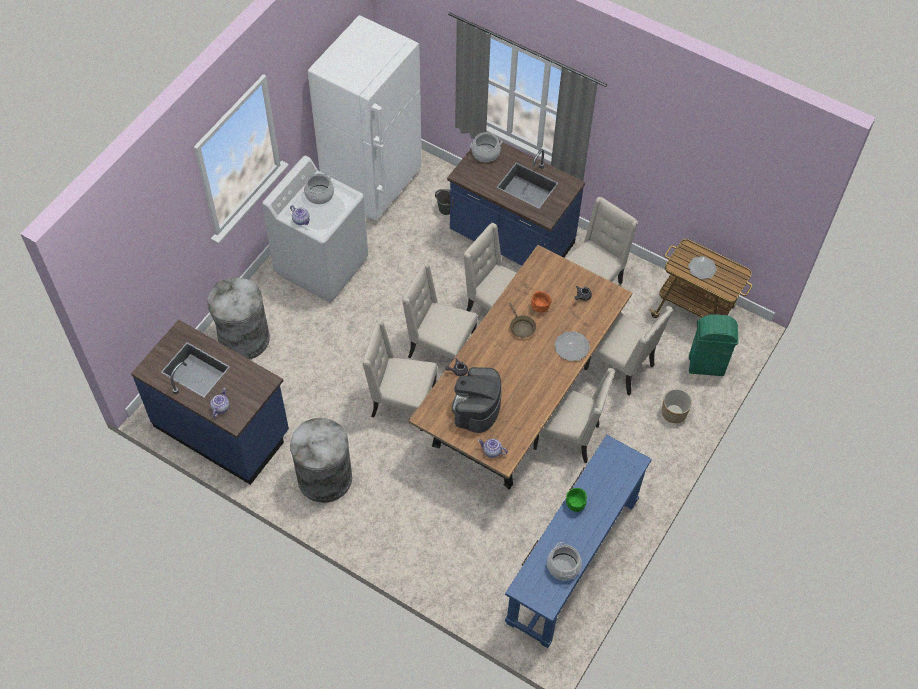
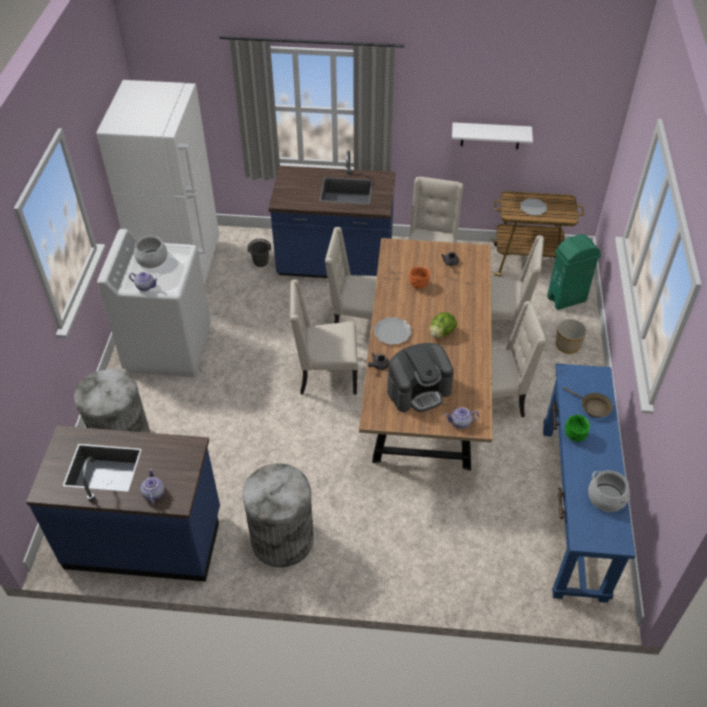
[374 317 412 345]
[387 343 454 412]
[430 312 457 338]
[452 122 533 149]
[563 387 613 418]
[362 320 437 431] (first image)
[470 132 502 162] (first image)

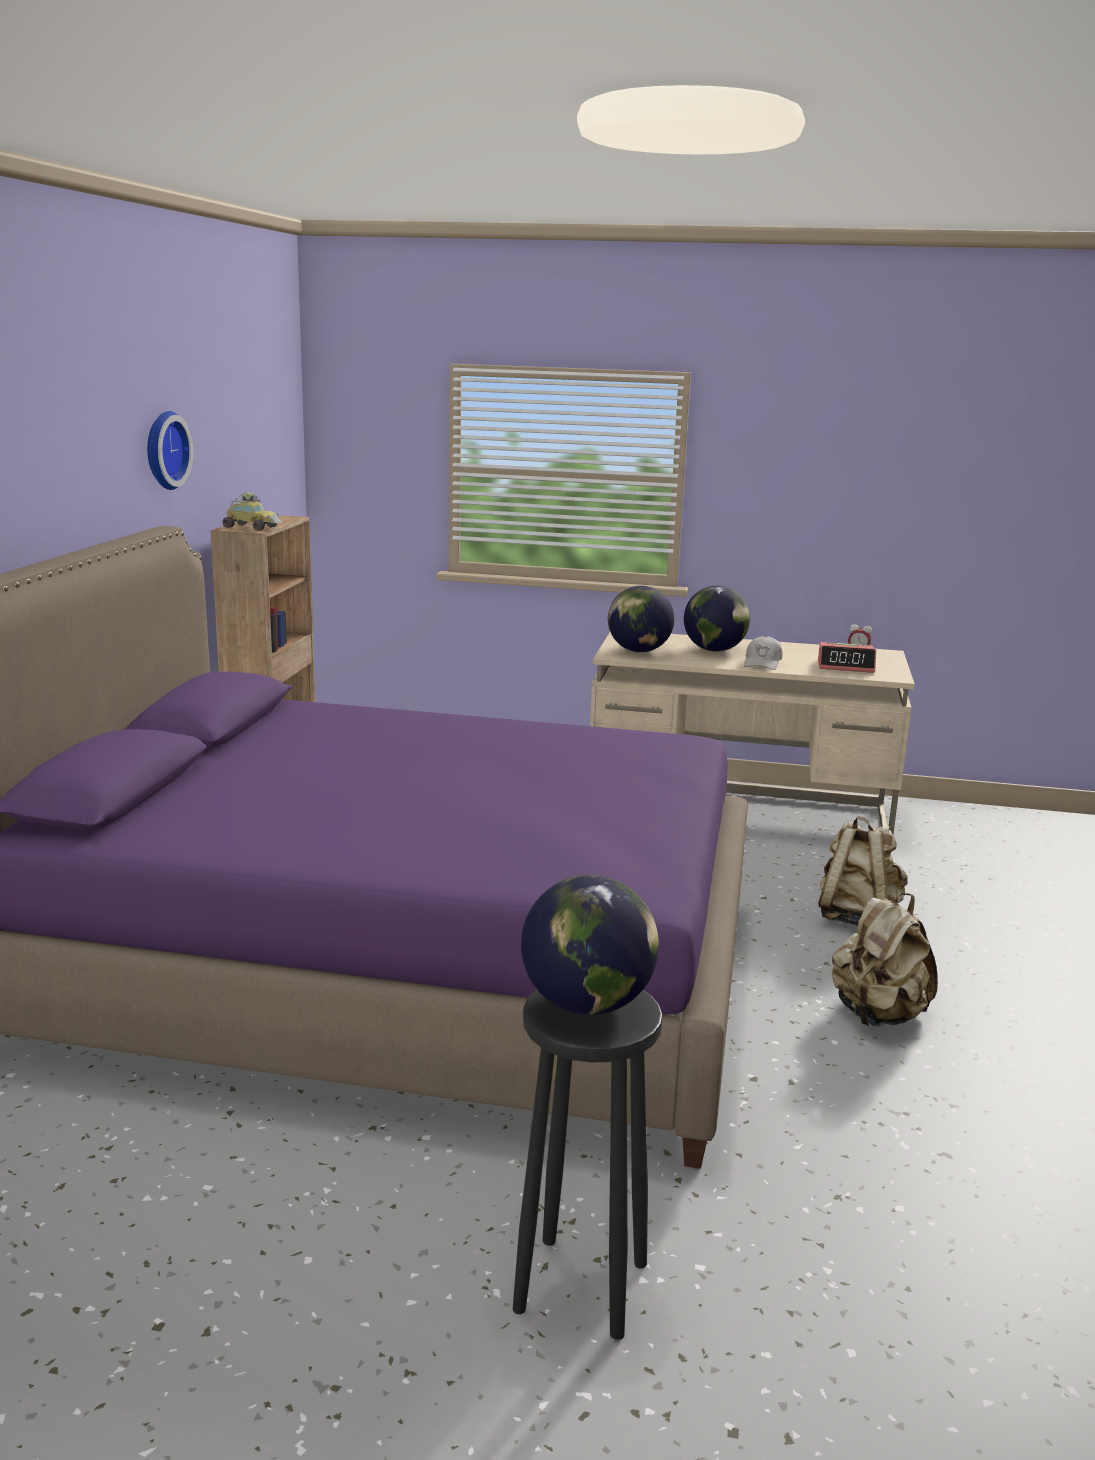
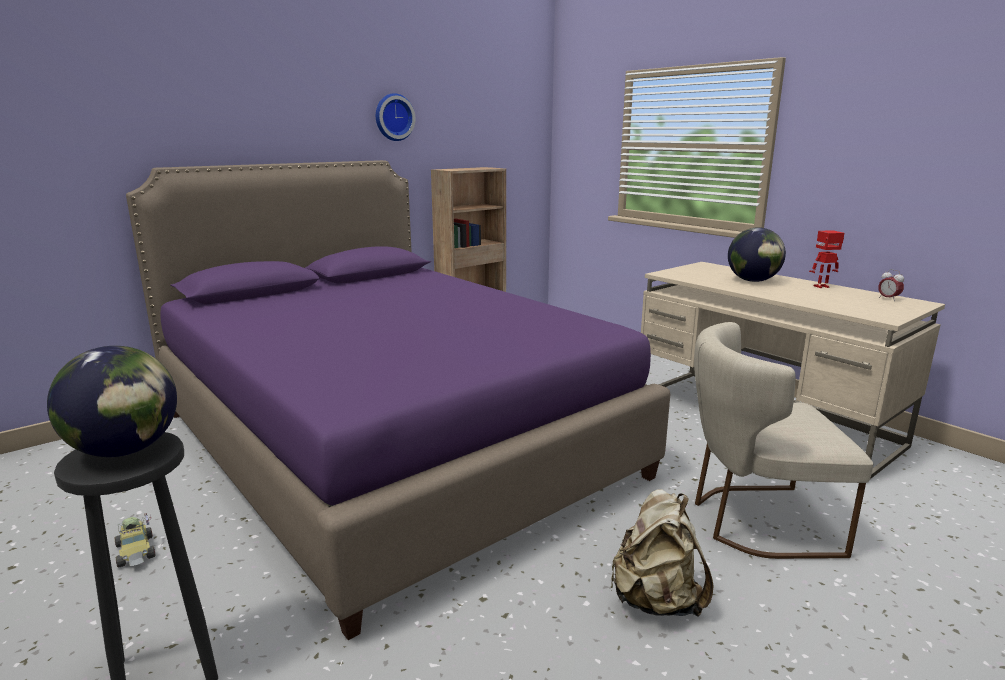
[115 513 156 568]
[694 322 873 559]
[809 230 844 288]
[608 586 674 652] (first image)
[744 636 783 670] (first image)
[818 642 876 673] (first image)

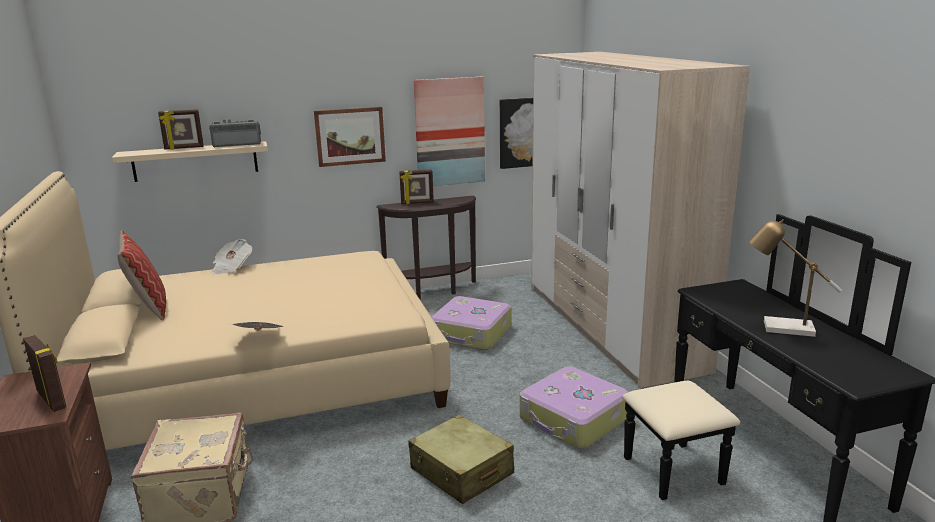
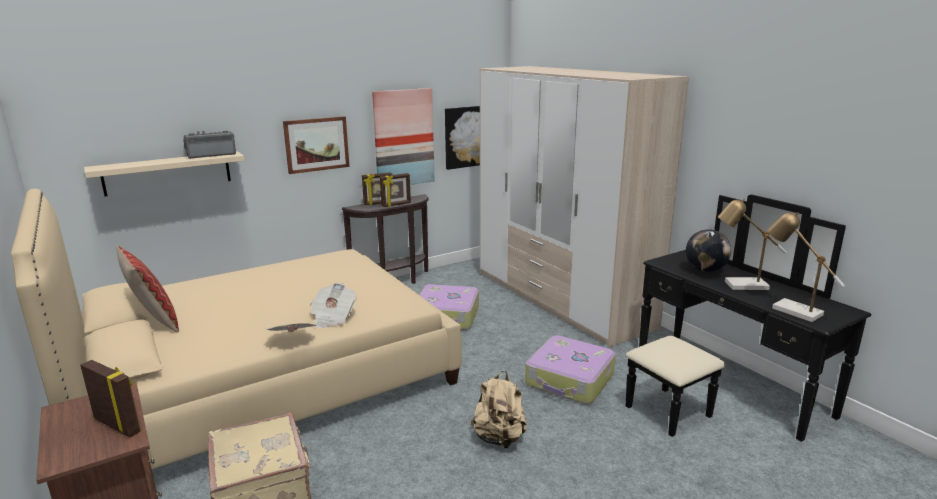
[310 283 357 328]
[380 173 411 207]
[471 371 527 449]
[686 229 731 272]
[768 213 845 322]

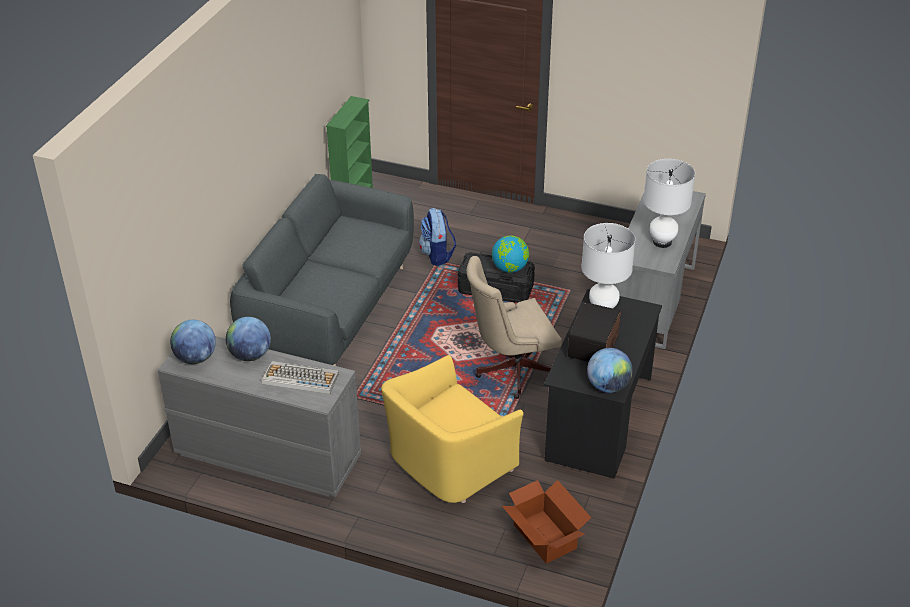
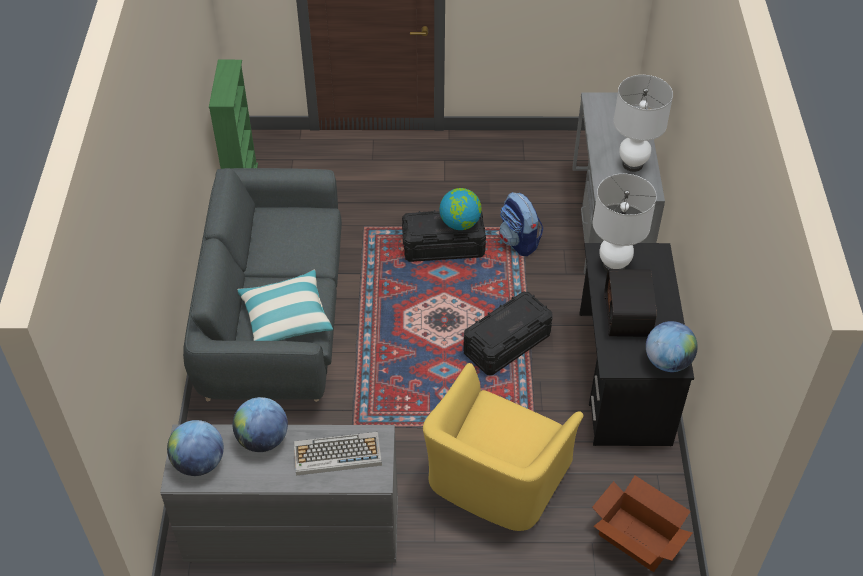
[238 269 333 341]
[463 292 553 375]
[499 192 543 256]

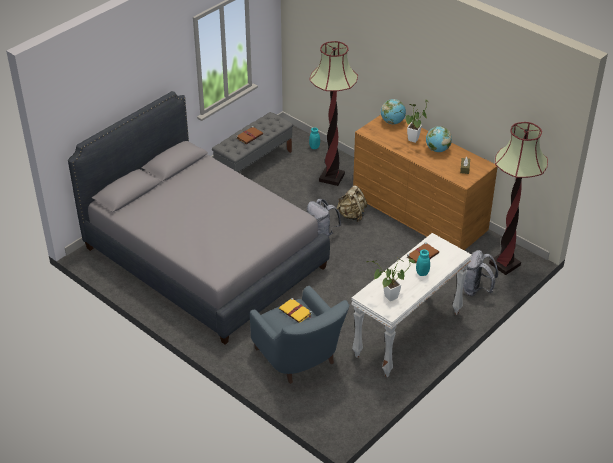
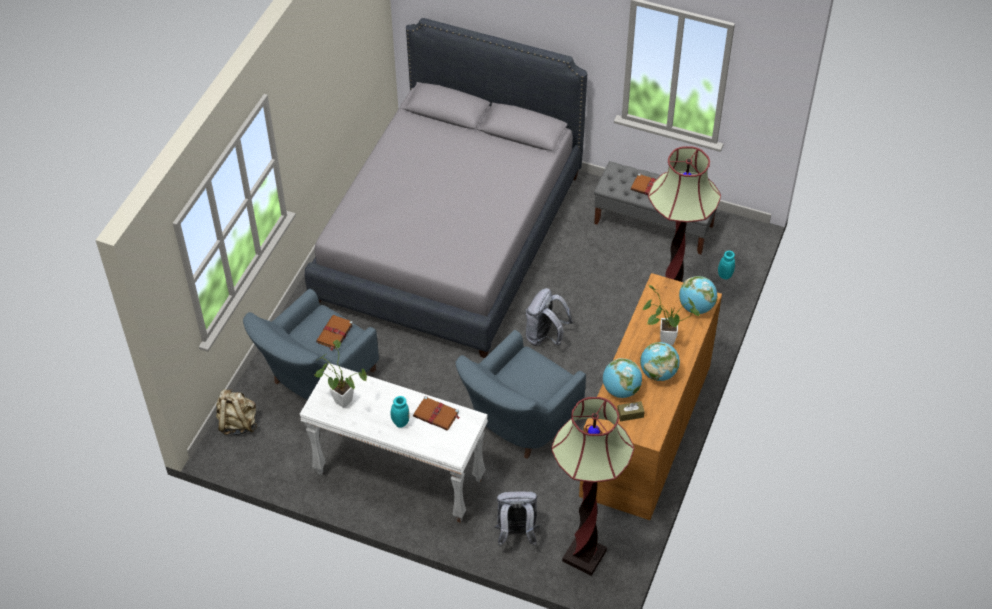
[216 389 257 435]
[316 315 353 351]
[456 330 586 459]
[603 358 642 398]

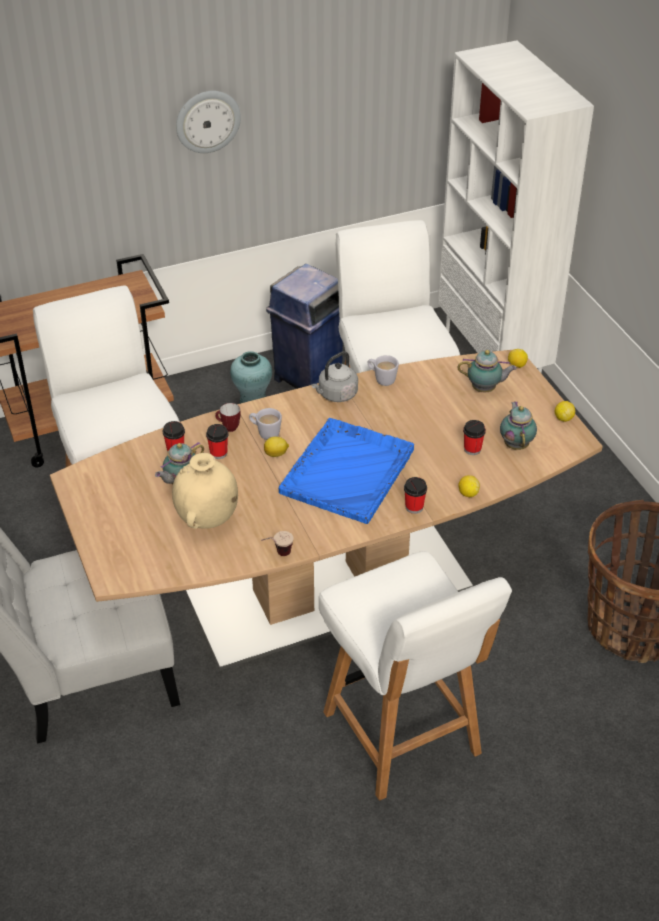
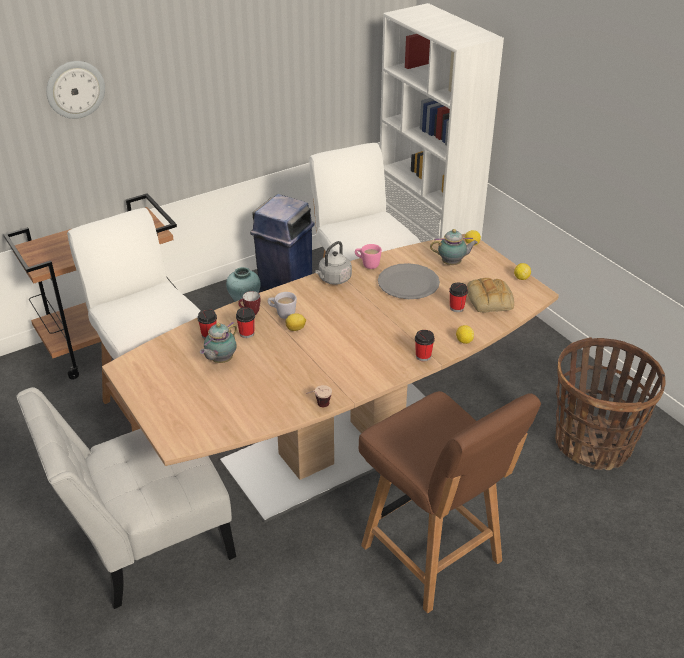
[46 61 105 119]
[355 244 382 269]
[359 391 541 613]
[378 263 440 299]
[467 278 514 312]
[172 453 238 529] (first image)
[279 418 414 524] (first image)

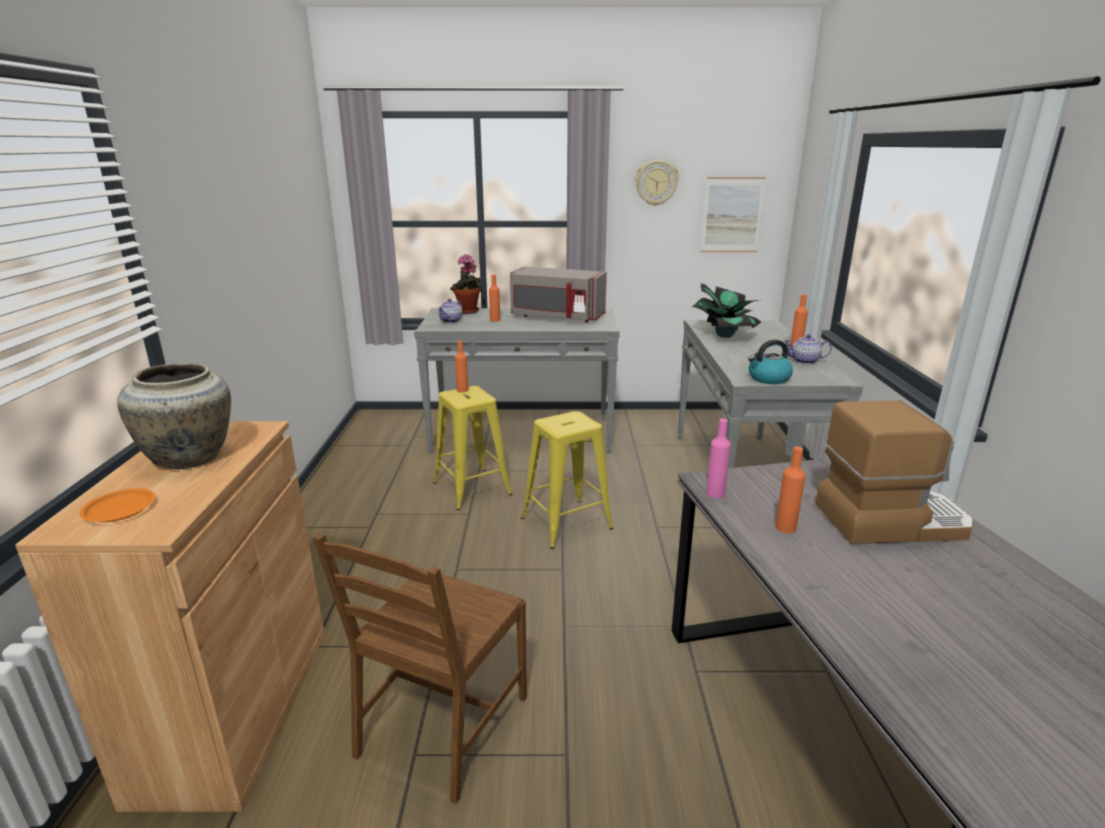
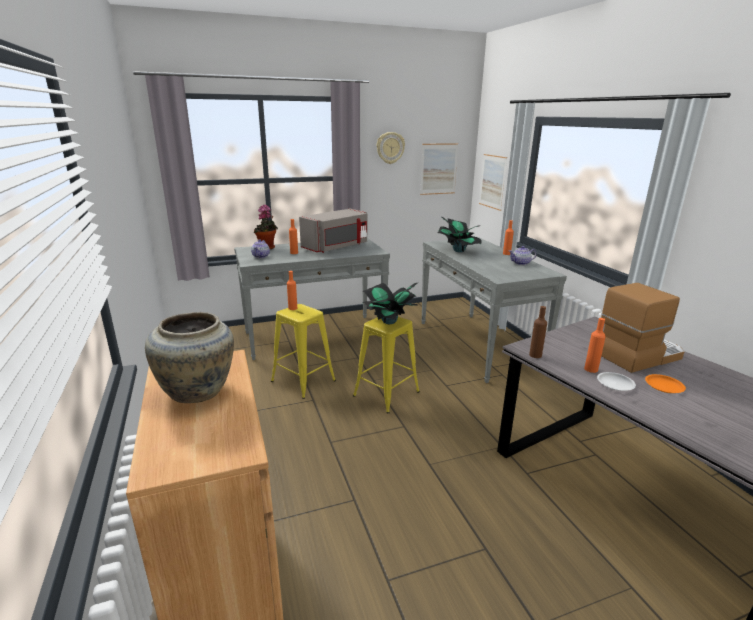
[299 209 367 253]
[362 283 417 324]
[479 154 507 211]
[529 306 547 358]
[597 372 636 391]
[645 374 686 393]
[313 533 527 804] (first image)
[748 340 793 384] (first image)

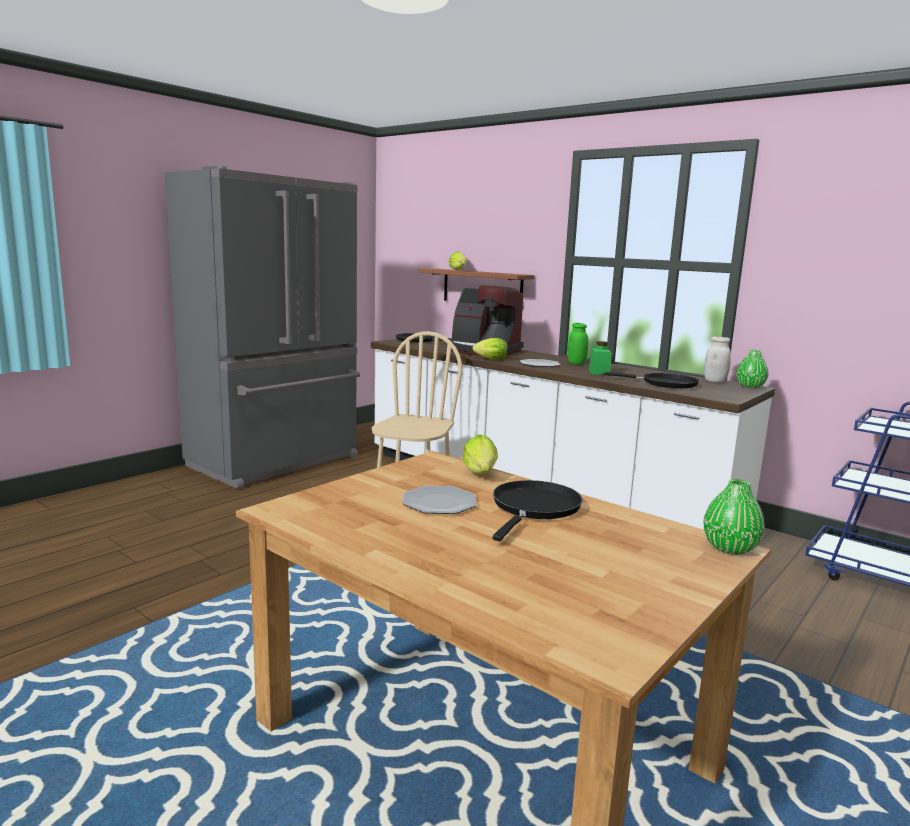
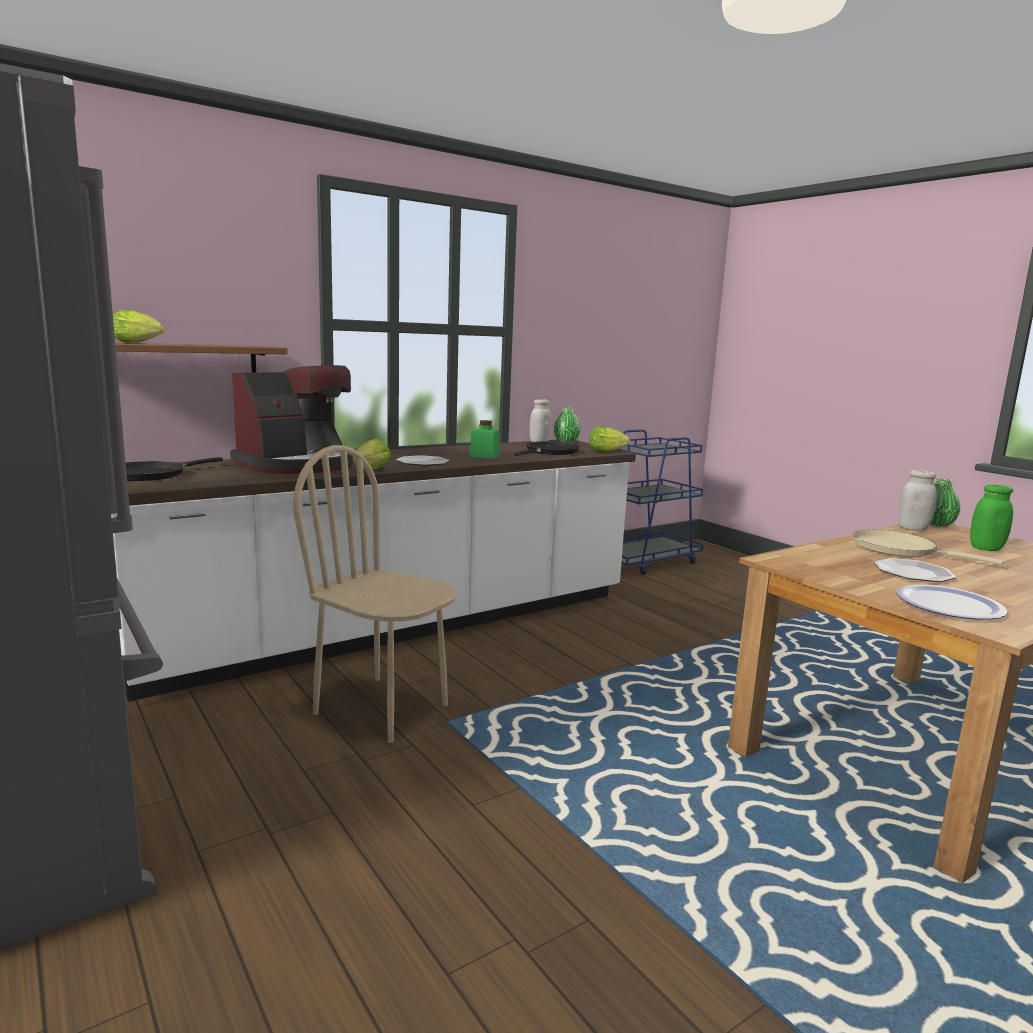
[589 427 630 452]
[853 530 1004 565]
[896 584 1008 620]
[898 470 936 531]
[970 485 1013 551]

